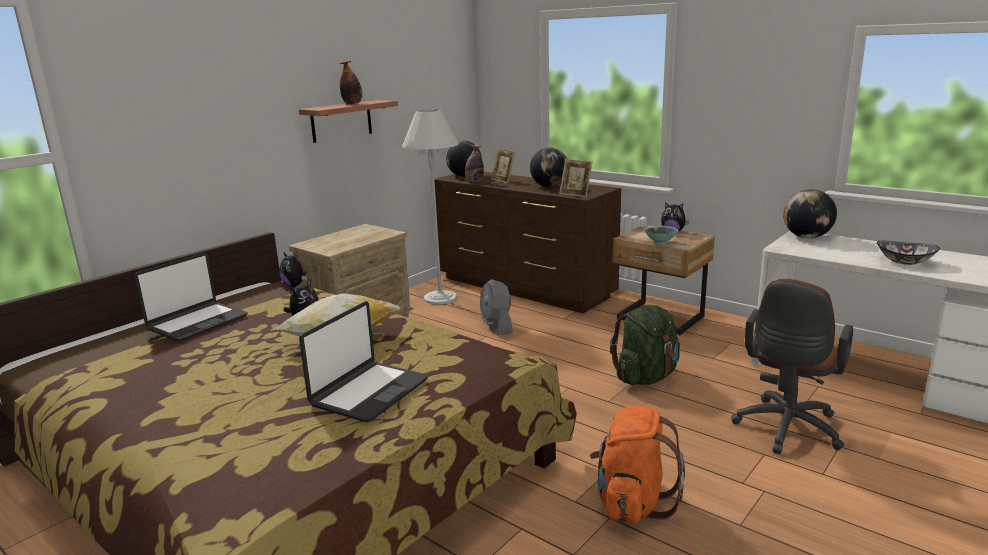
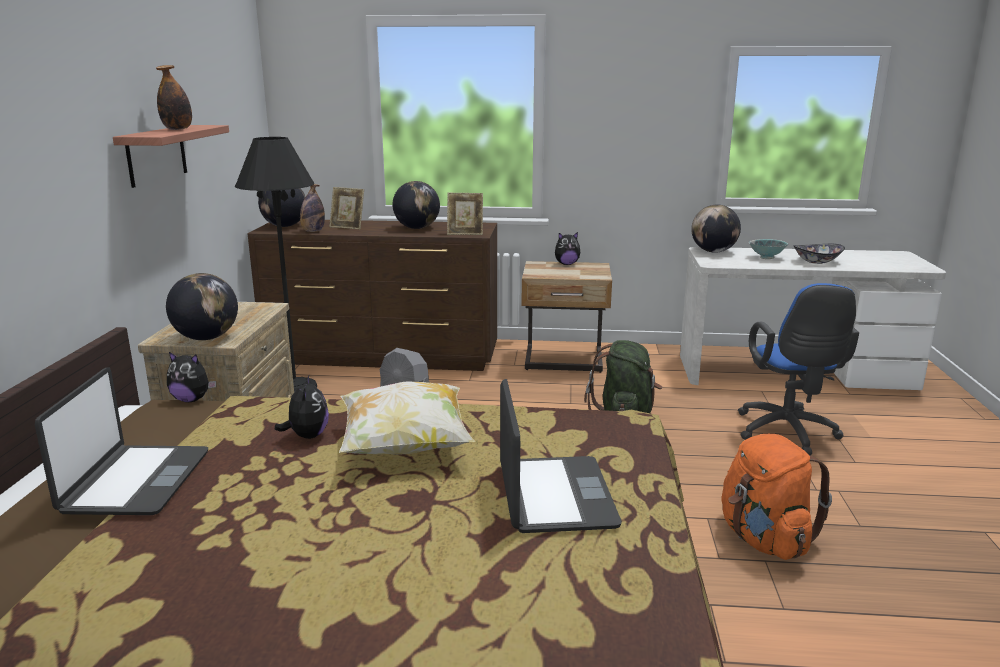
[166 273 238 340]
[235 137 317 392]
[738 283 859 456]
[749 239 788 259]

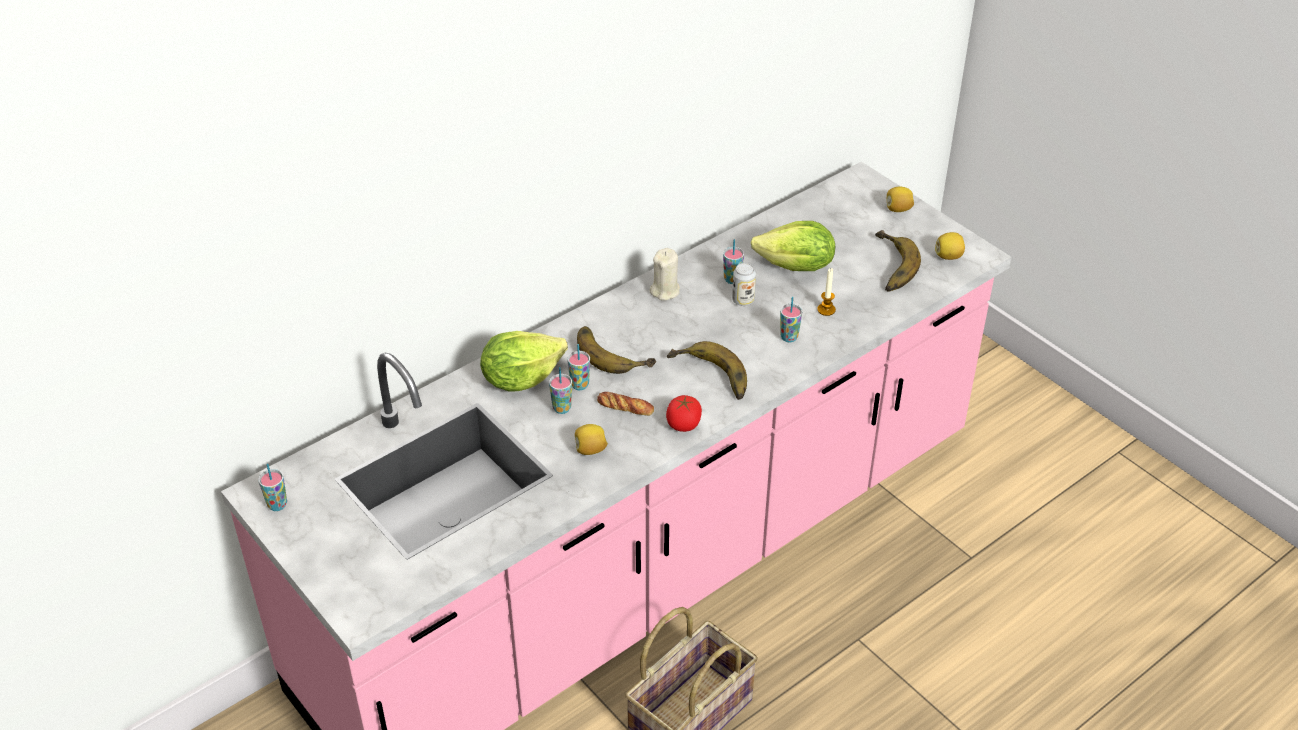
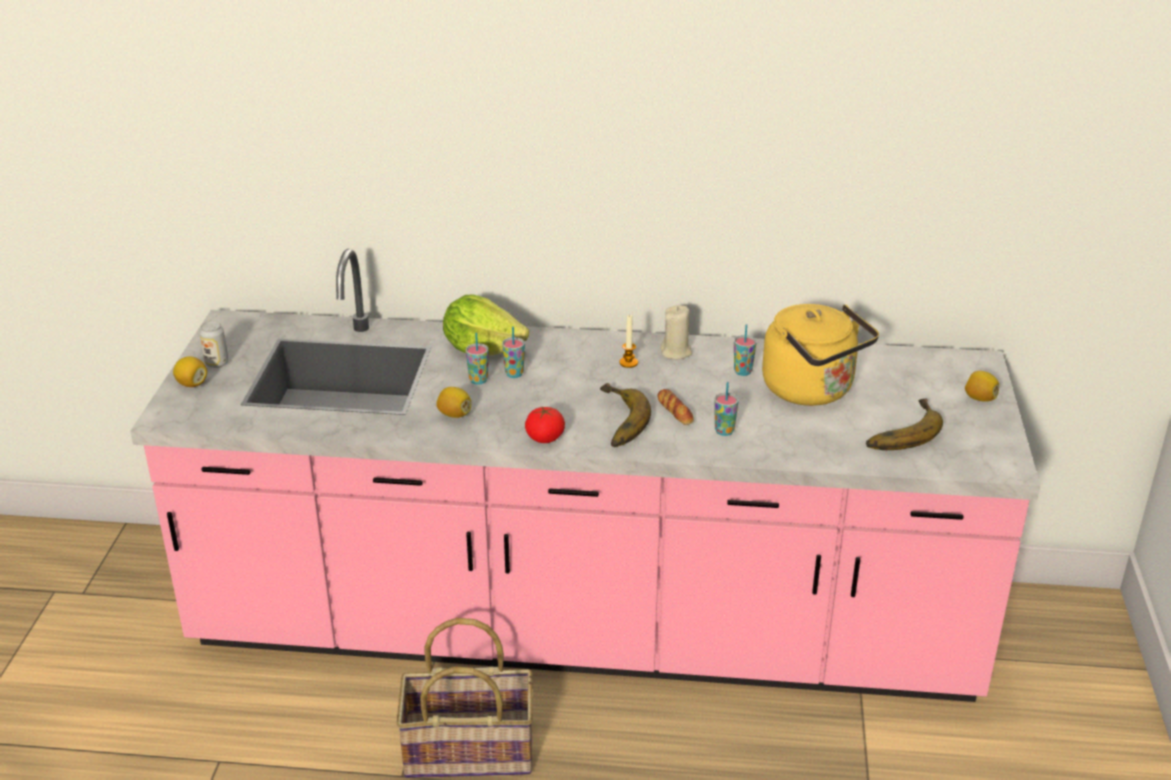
[173 356 207 387]
[199 321 228 368]
[619 314 638 368]
[658 389 694 425]
[762 304 879 406]
[258 464 287 511] (first image)
[577 326 656 374] (first image)

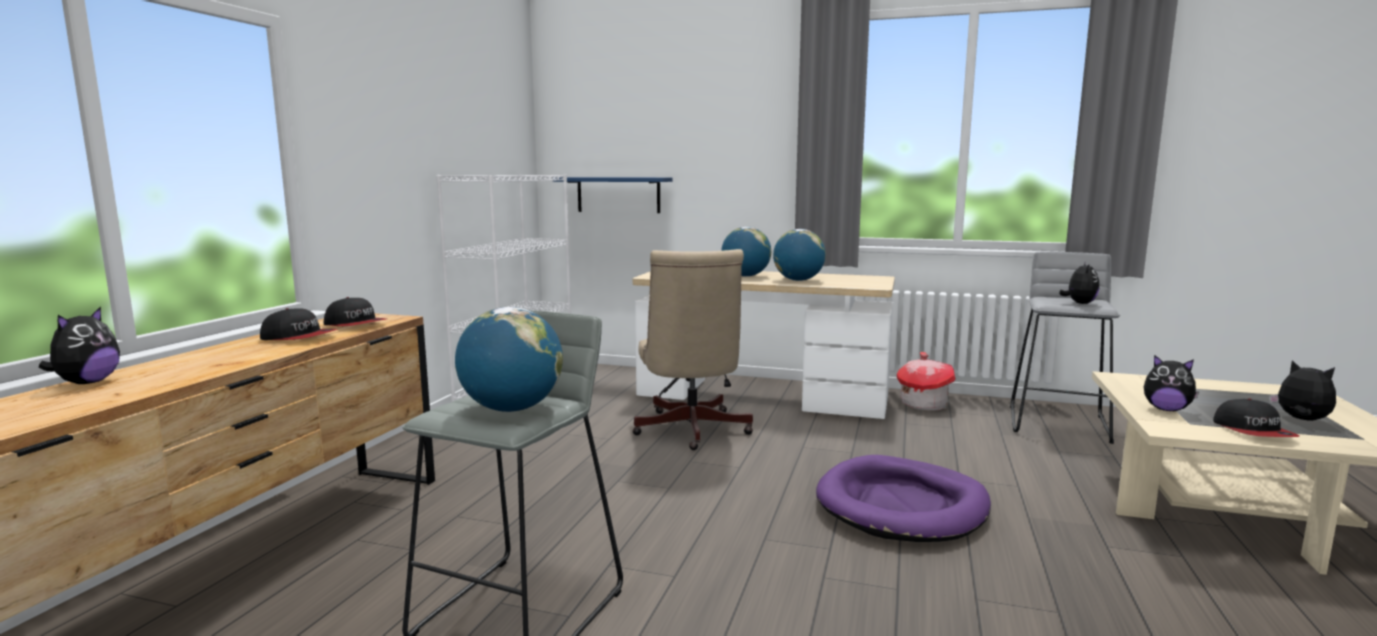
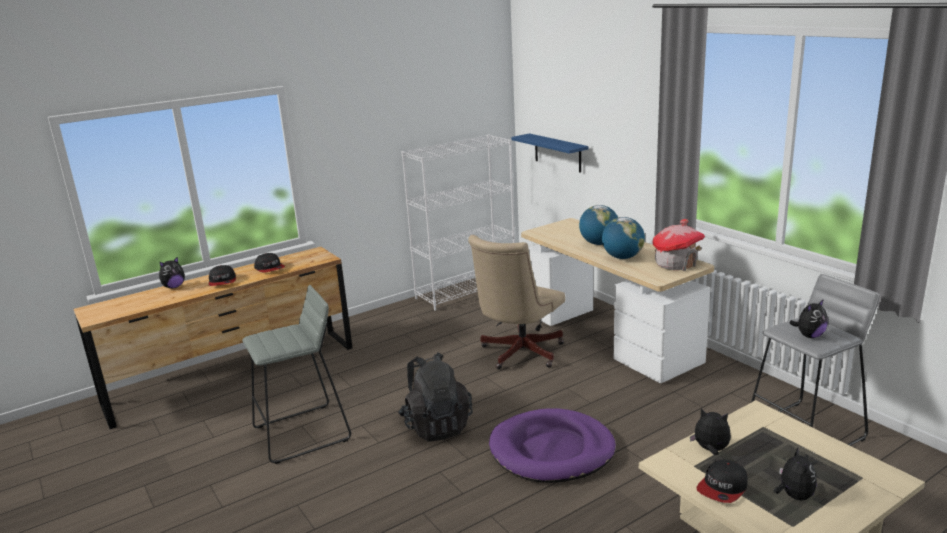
[209 265 236 286]
[398 352 473 442]
[652 219 705 271]
[690 408 731 455]
[455 307 563 412] (first image)

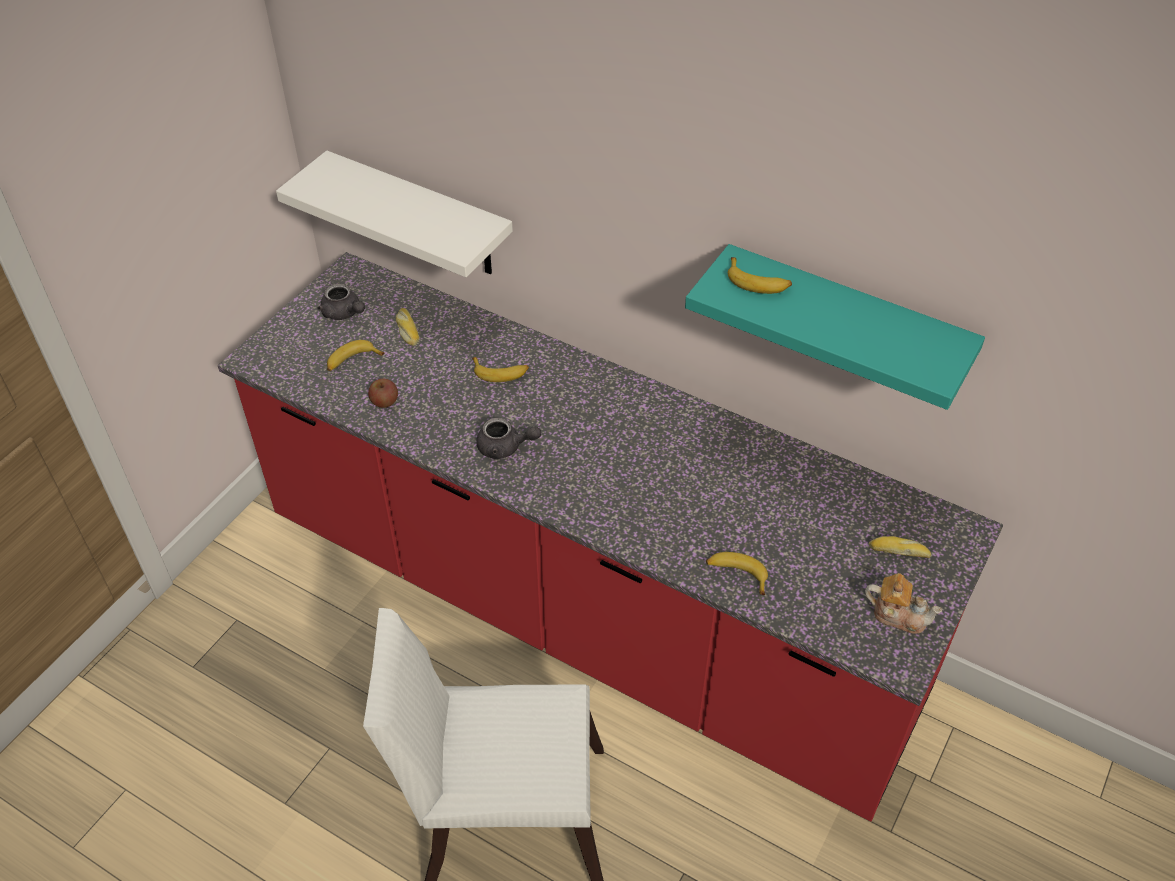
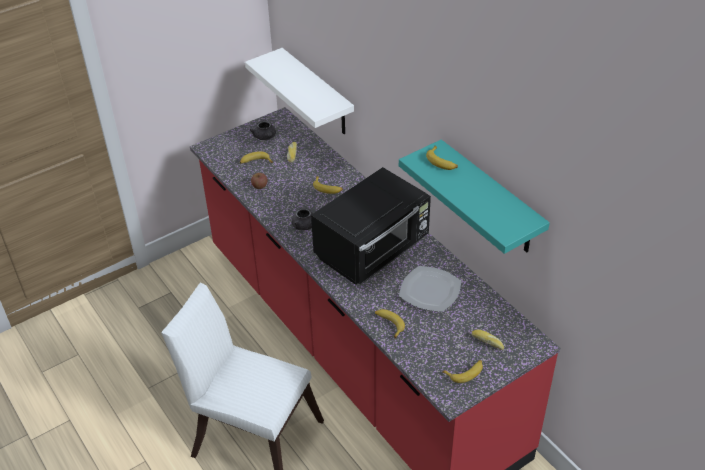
[311 167 431 285]
[399 266 461 312]
[443 360 483 383]

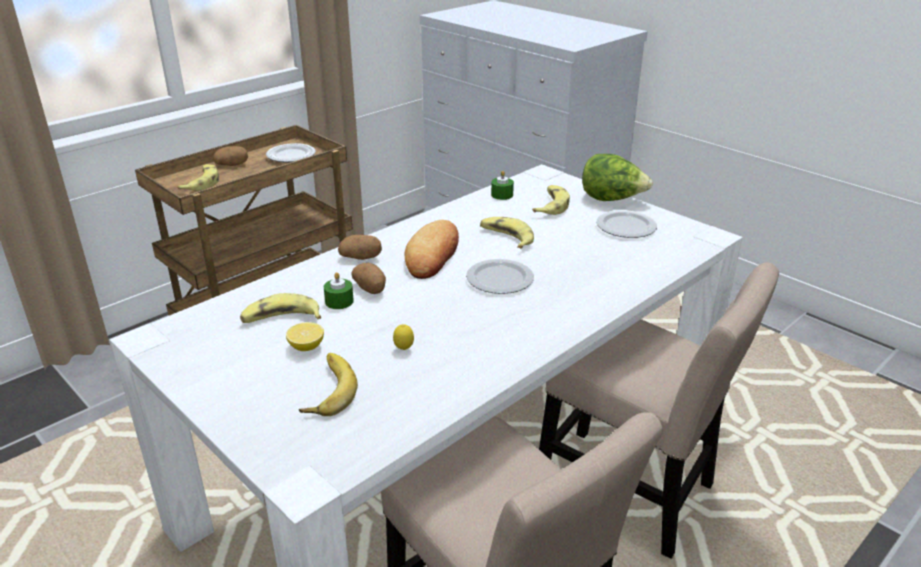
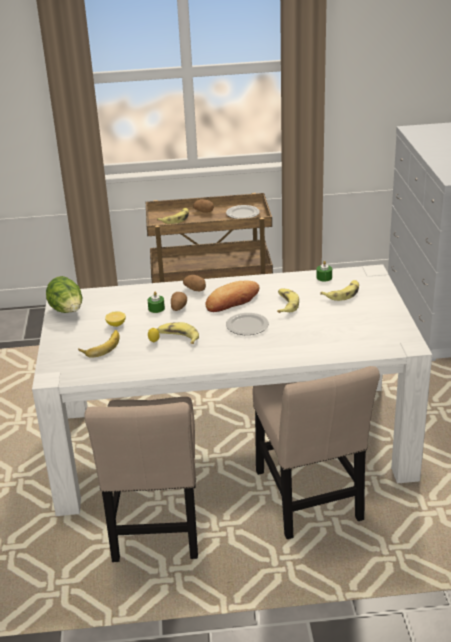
[46 276 82 313]
[157 322 199 344]
[596 210 657 238] (first image)

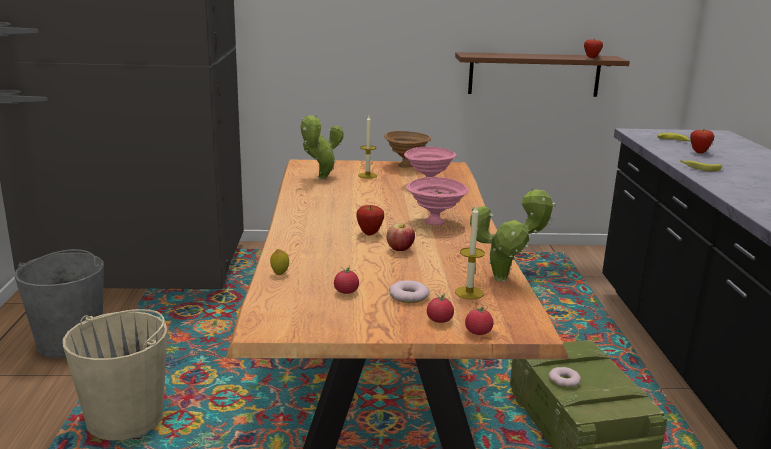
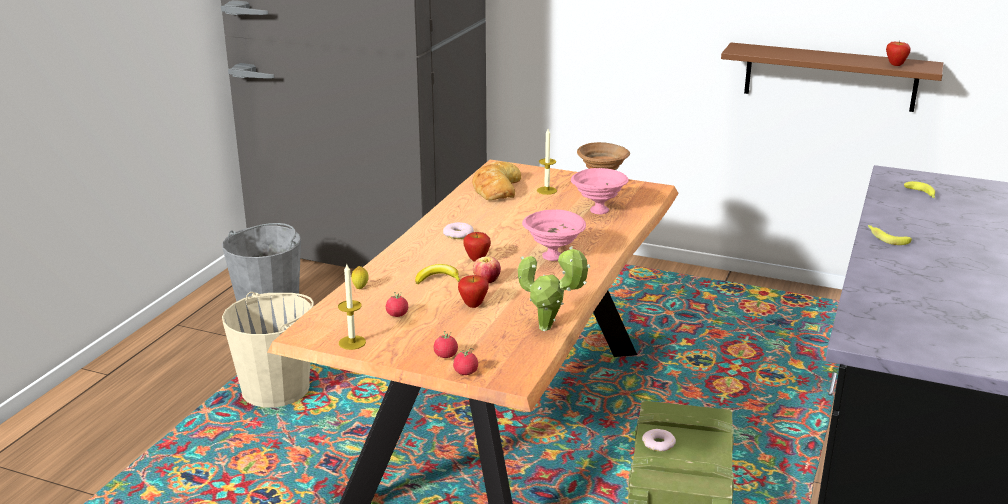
[338 264 366 350]
[415 264 460 284]
[443 222 474 239]
[458 275 489 308]
[472 161 521 200]

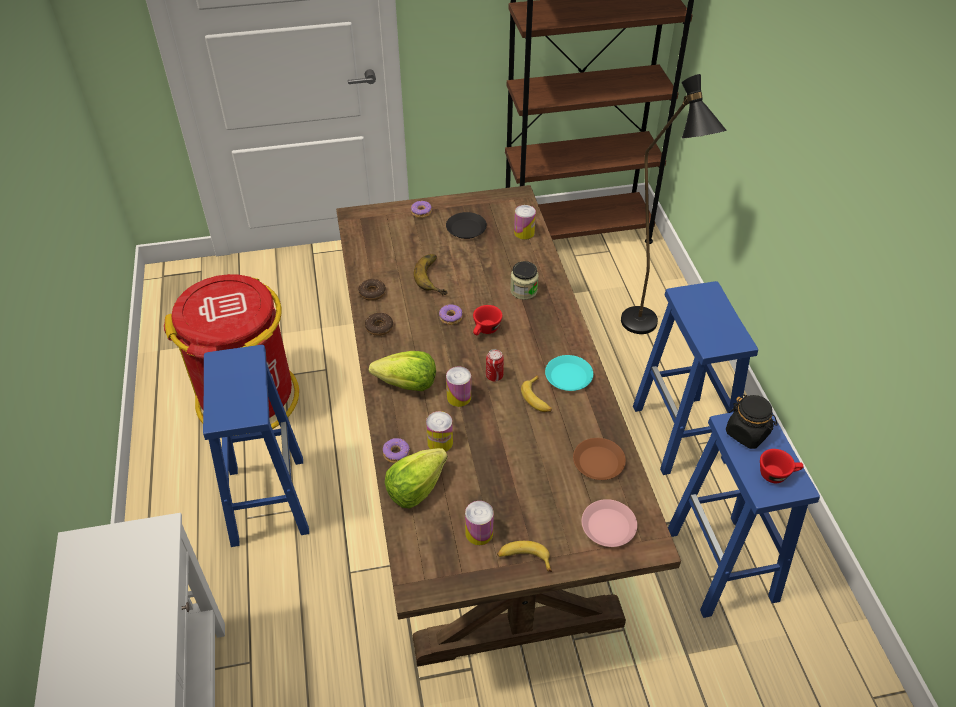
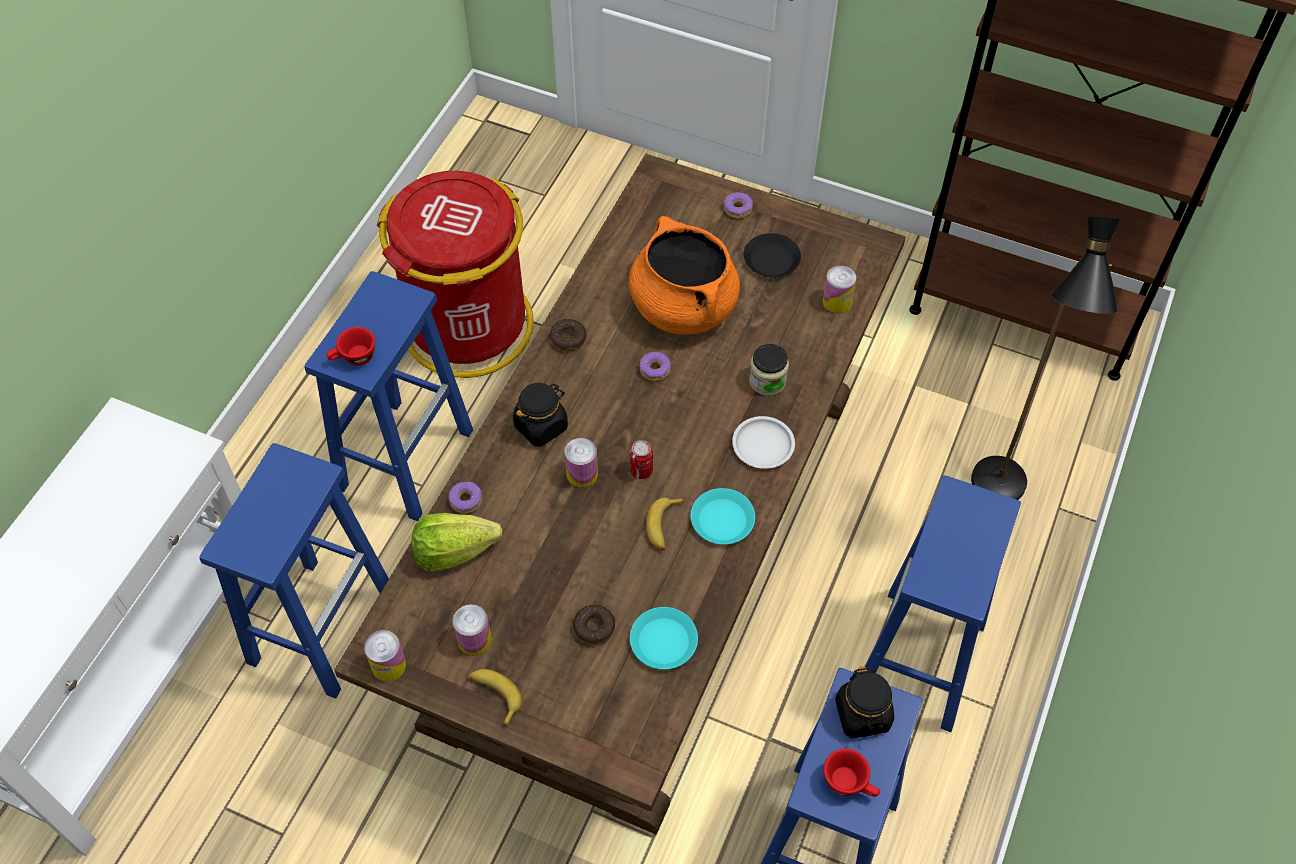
[199 443 389 699]
[326 327 375 366]
[364 630 406 682]
[513 383 568 447]
[573 605 615 645]
[629 216 740 335]
[630 607 698 669]
[732 416 795 469]
[582 499 637 547] (first image)

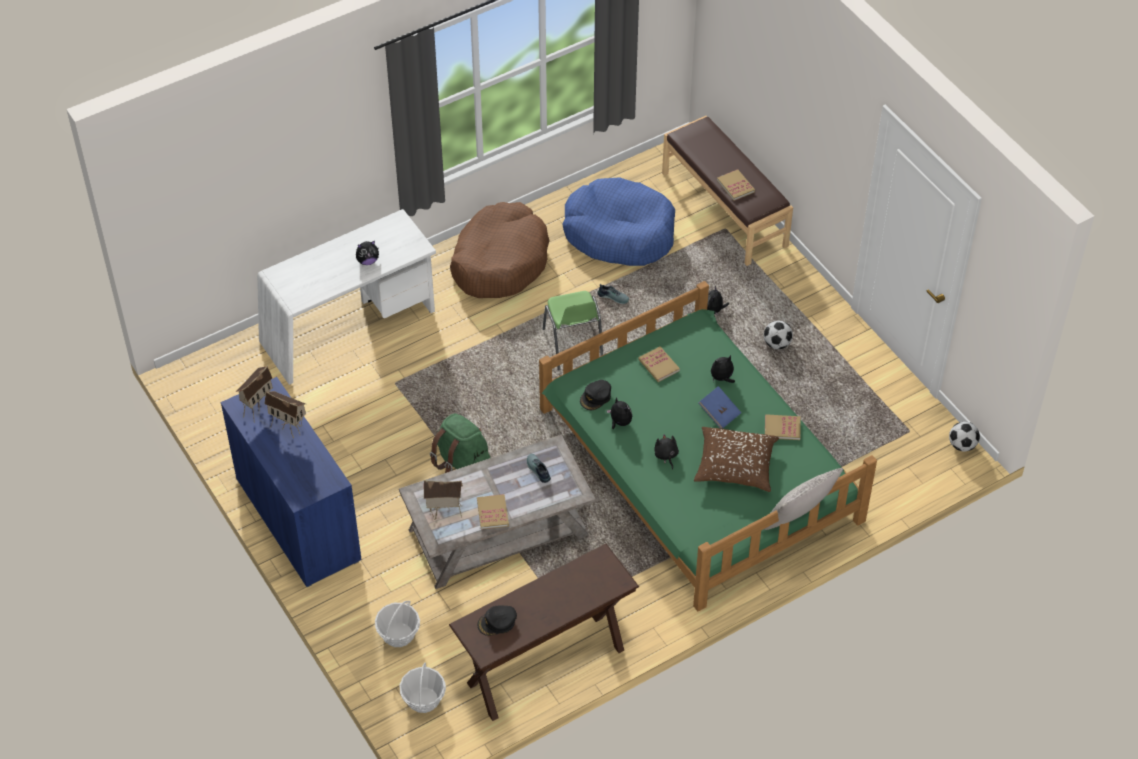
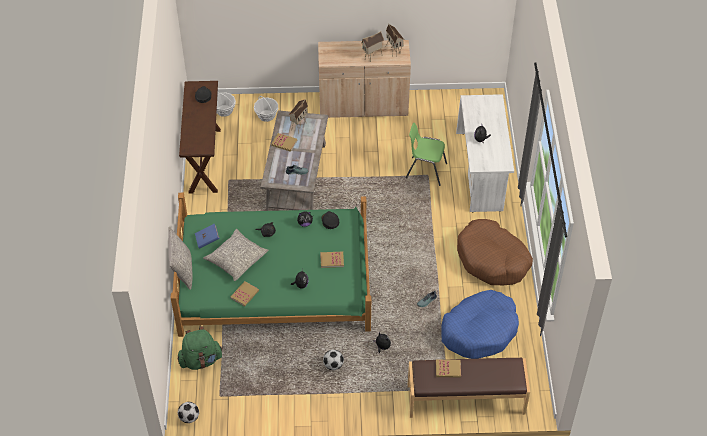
[177 326 223 370]
[195 224 219 249]
[203 229 269 281]
[318 40 411 118]
[405 123 447 186]

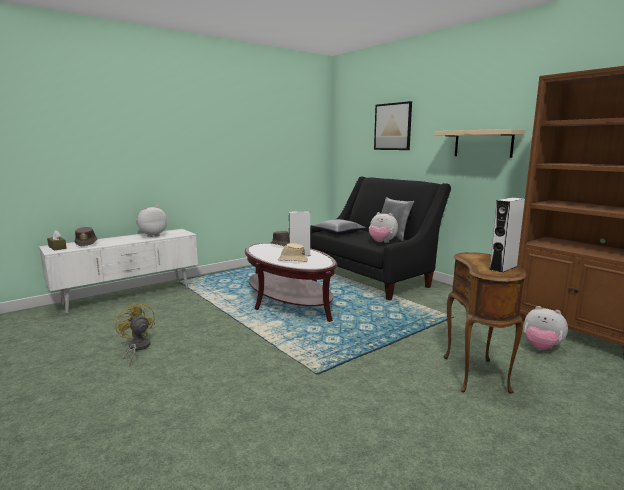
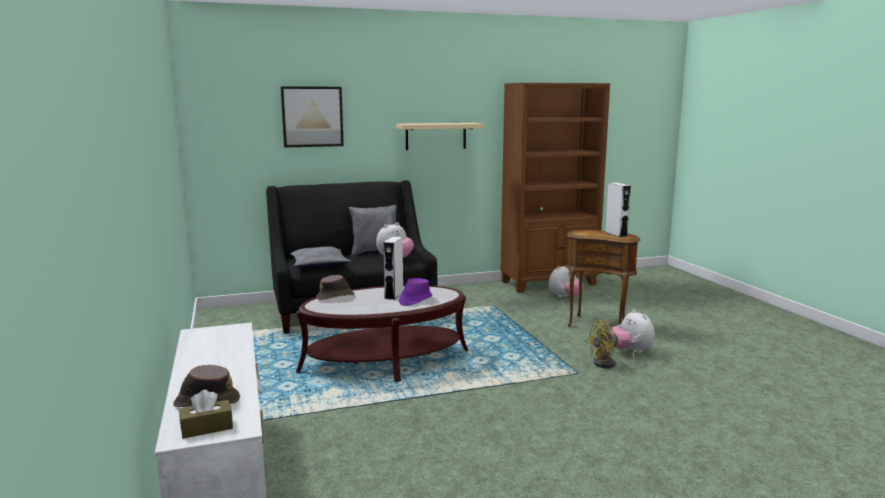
[399 278 432 306]
[586 320 647 370]
[610 309 655 354]

